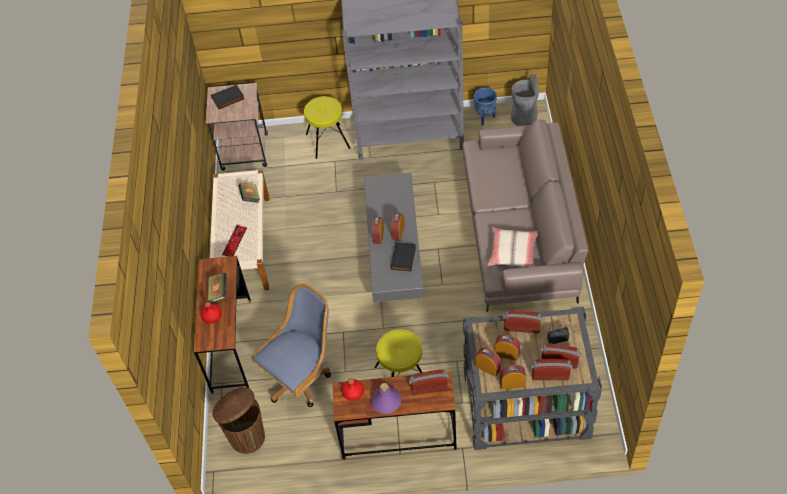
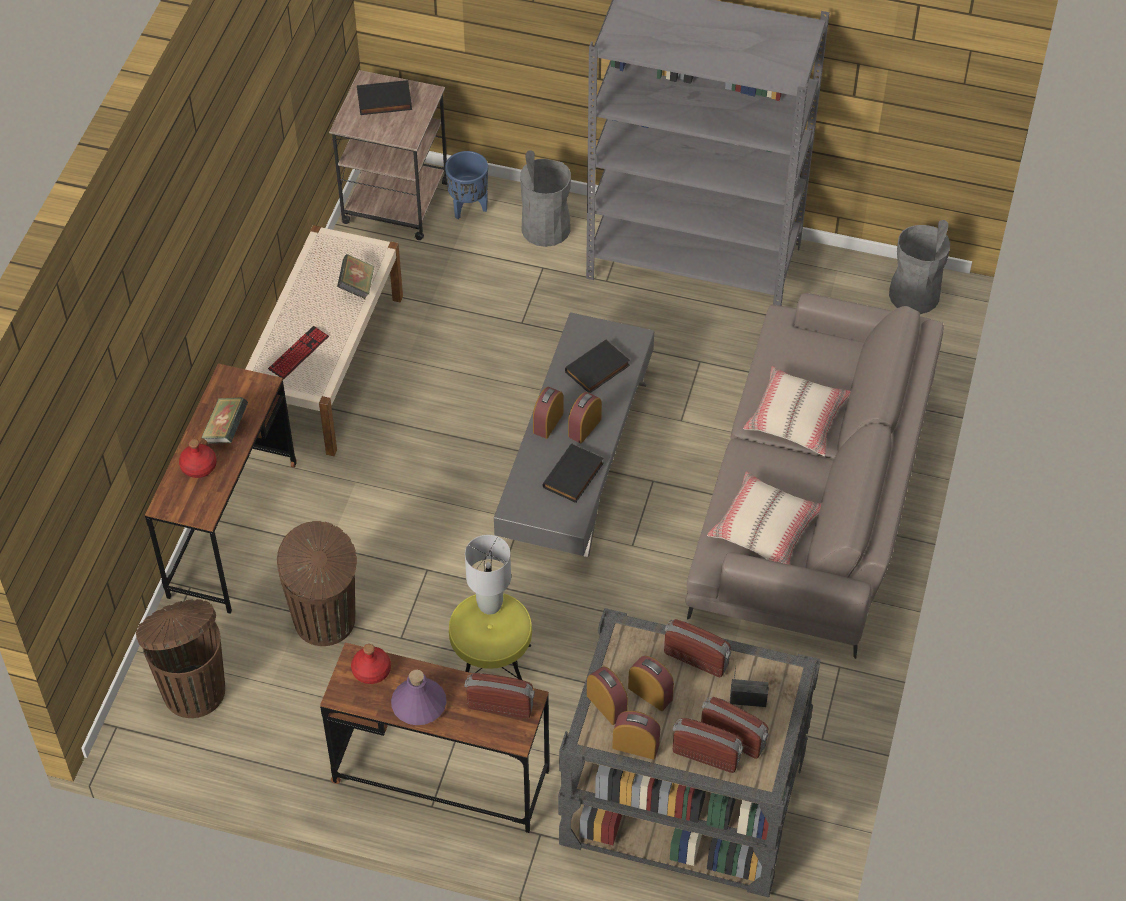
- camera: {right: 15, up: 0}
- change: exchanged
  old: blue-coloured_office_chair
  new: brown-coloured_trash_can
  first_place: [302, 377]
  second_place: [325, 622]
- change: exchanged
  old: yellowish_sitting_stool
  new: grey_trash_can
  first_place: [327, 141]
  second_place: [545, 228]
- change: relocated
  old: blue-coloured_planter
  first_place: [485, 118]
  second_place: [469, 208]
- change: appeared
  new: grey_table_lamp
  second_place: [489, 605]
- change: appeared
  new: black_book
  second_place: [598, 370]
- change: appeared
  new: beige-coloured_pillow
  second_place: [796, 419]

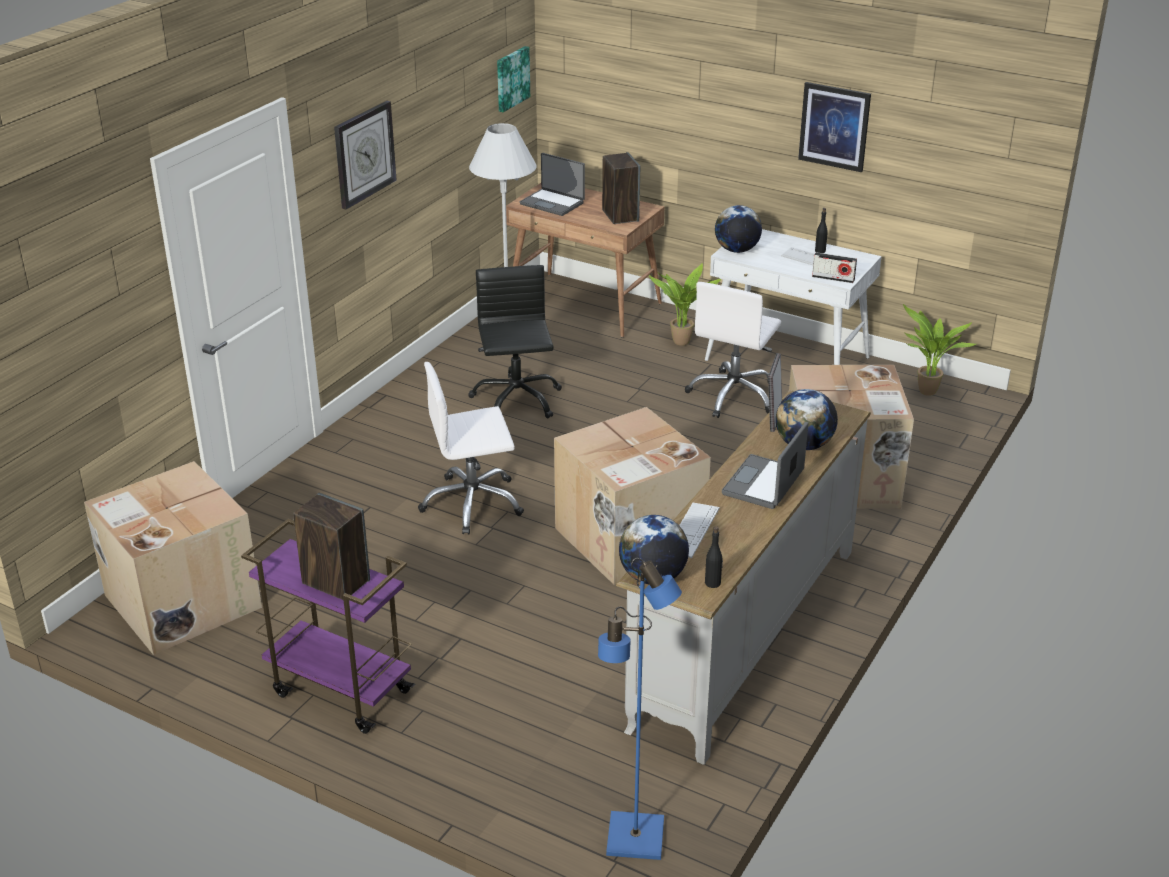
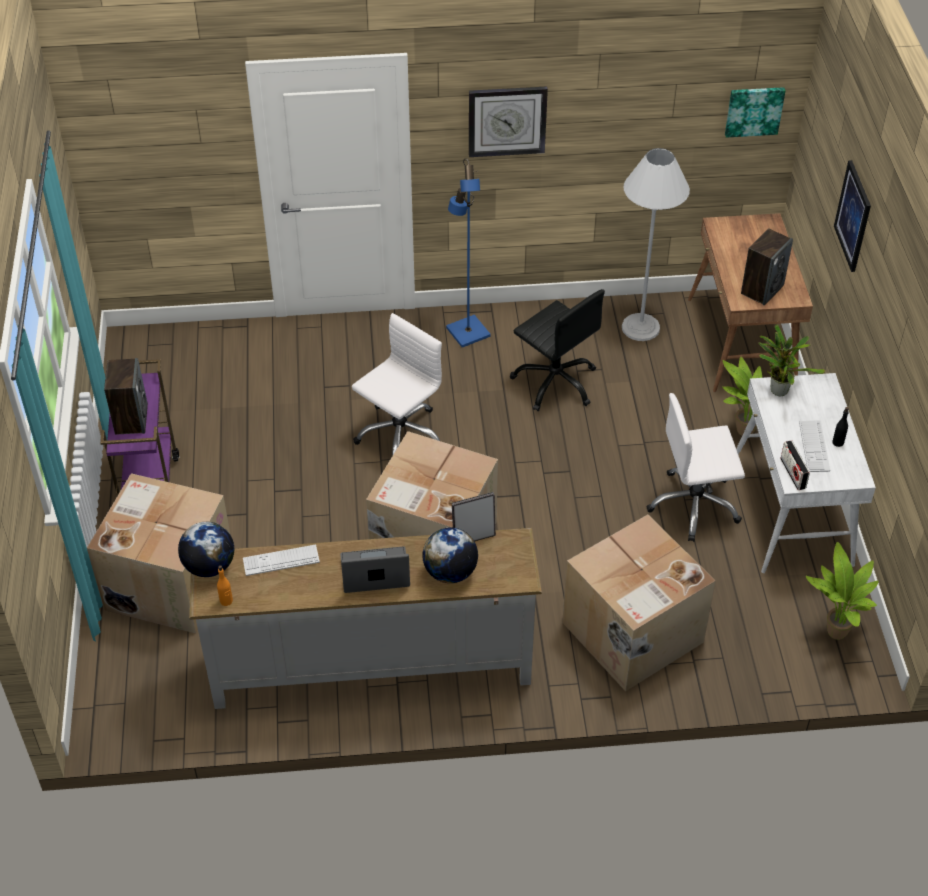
- camera: {right: 55, up: 15}
- change: relocated
  old: cardboard_box
  first_place: [180, 601]
  second_place: [169, 582]
- change: spun
  old: white_office_chair
  first_place: [472, 503]
  second_place: [399, 434]
  degrees: 90
- change: spun
  old: black_office_chair
  first_place: [516, 400]
  second_place: [555, 382]
  degrees: 90
- change: missing
  old: notebook_computer
  first_place: [553, 203]
- change: relocated
  old: blue-coloured_standard_lamp
  first_place: [635, 836]
  second_place: [468, 332]
- change: colour
  old: black_bottle
  new: orangey_bottle
  first_place: [713, 583]
  second_place: [226, 601]
- change: exchanged
  old: globe
  new: plant_in_a_pot
  first_place: [736, 250]
  second_place: [778, 389]
- change: relocated
  old: wall_art
  first_place: [834, 126]
  second_place: [853, 216]

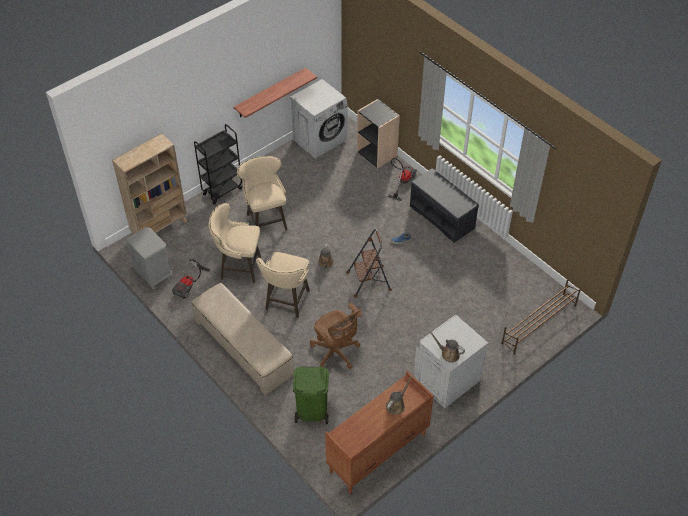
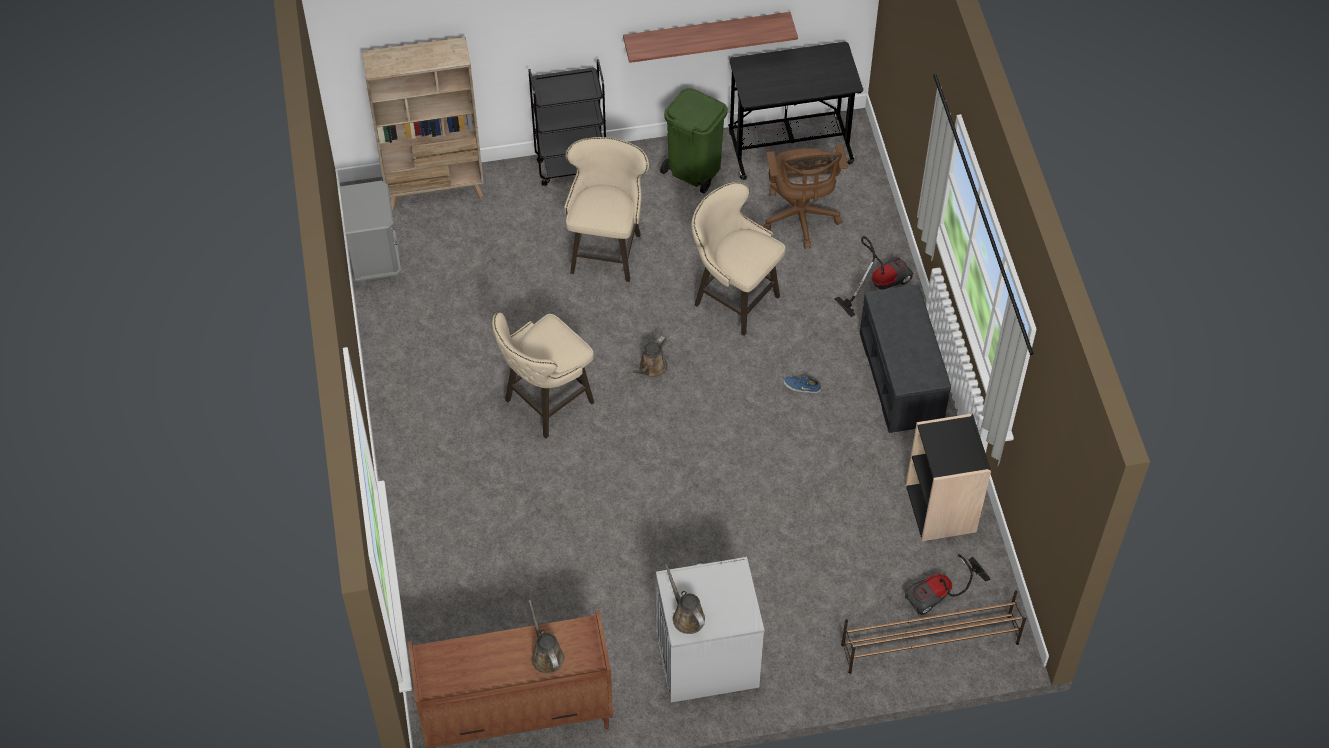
- camera: {right: 30, up: 5}
- change: relocated
  old: hoover
  first_place: [190, 286]
  second_place: [941, 594]
- change: missing
  old: beige-coloured_indoor_bench
  first_place: [243, 347]
- change: relocated
  old: beige-coloured_sitting_stool
  first_place: [238, 268]
  second_place: [733, 298]
- change: exchanged
  old: white_washing_machine
  new: black_desk_table
  first_place: [320, 140]
  second_place: [790, 147]
- change: relocated
  old: green_trash_can
  first_place: [312, 411]
  second_place: [693, 169]
- change: relocated
  old: brown-coloured_office_chair
  first_place: [336, 353]
  second_place: [800, 218]
- change: missing
  old: brown-coloured_step_stool
  first_place: [370, 280]
- change: relocated
  old: black_bookshelf
  first_place: [377, 153]
  second_place: [941, 509]
- change: spun
  old: brown-coloured_sprinkling_can
  first_place: [396, 405]
  second_place: [546, 655]
  degrees: -90

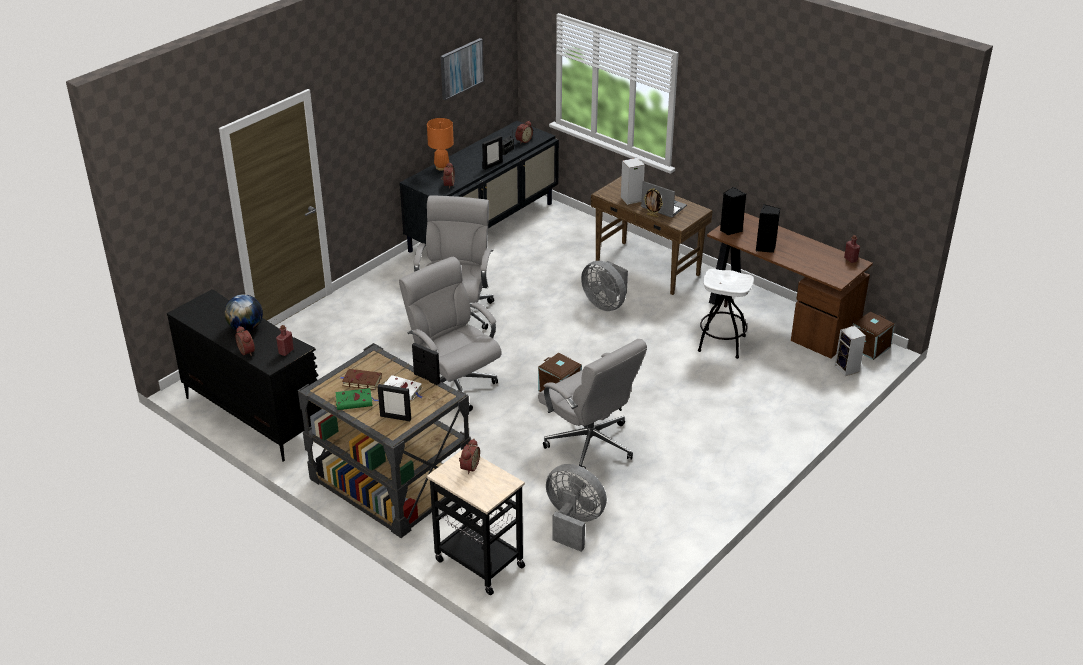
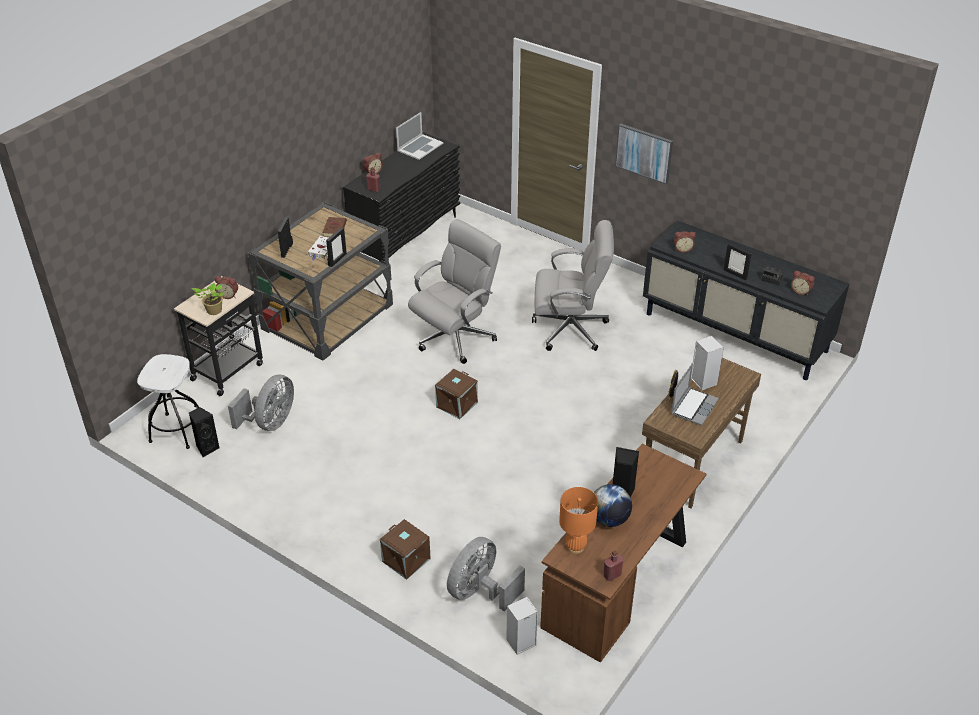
- camera: {right: 85, up: 5}
- change: relocated
  old: globe
  first_place: [246, 328]
  second_place: [609, 519]
- change: missing
  old: green_book
  first_place: [355, 401]
- change: relocated
  old: orangey_table_lamp
  first_place: [441, 167]
  second_place: [575, 546]
- change: relocated
  old: wall_art
  first_place: [461, 68]
  second_place: [644, 153]
- change: missing
  old: grey_office_chair
  first_place: [590, 443]
- change: relocated
  old: grey_cooling_fan
  first_place: [605, 304]
  second_place: [480, 592]
- change: relocated
  old: white_sitting_stool
  first_place: [721, 343]
  second_place: [177, 430]
- change: relocated
  old: black_speaker
  first_place: [730, 230]
  second_place: [207, 448]
- change: relocated
  old: brown-coloured_storage_container
  first_place: [870, 348]
  second_place: [405, 560]
- change: appeared
  new: plant_in_a_pot
  second_place: [213, 311]
- change: appeared
  new: notebook_computer
  second_place: [420, 147]

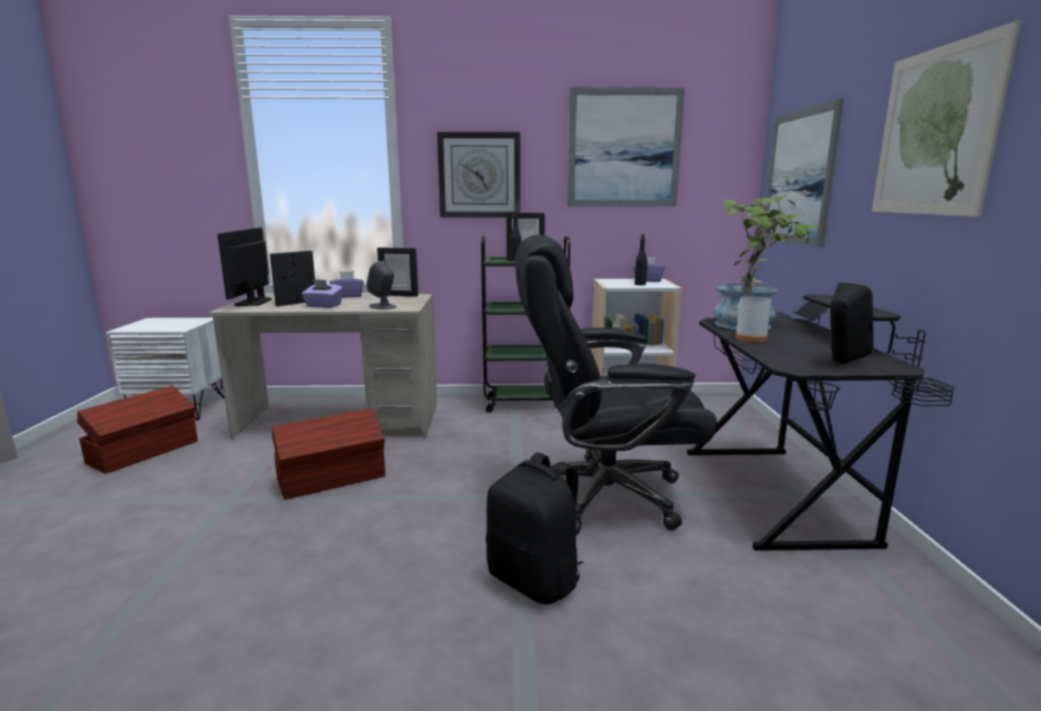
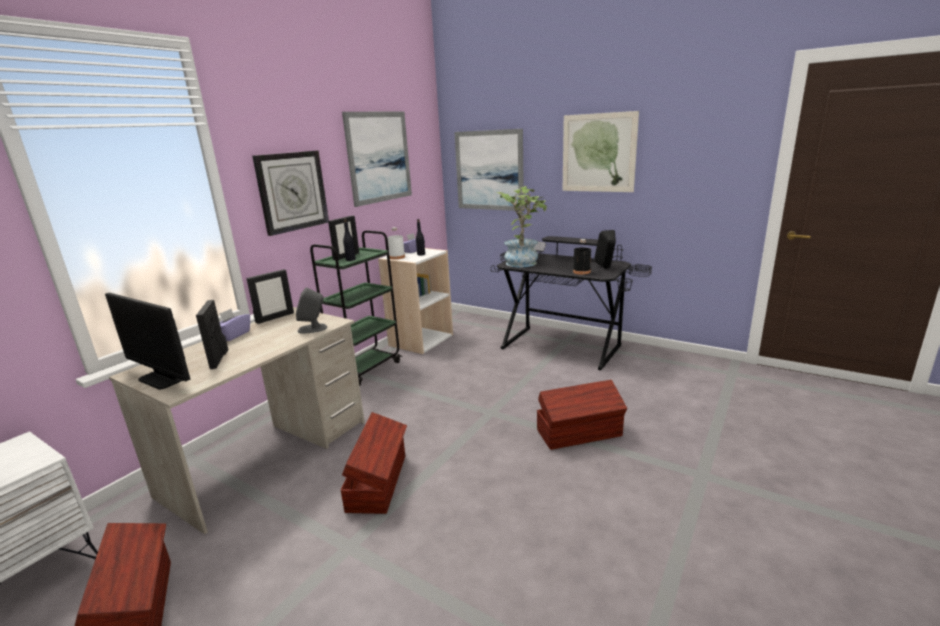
- camera: {right: -55, up: 5}
- change: missing
  old: purple_box_of_tissues
  first_place: [323, 306]
- change: exchanged
  old: black_backpack
  new: brown-coloured_storage_container
  first_place: [535, 580]
  second_place: [580, 433]
- change: missing
  old: black_office_chair
  first_place: [605, 495]
- change: relocated
  old: white_bottle
  first_place: [751, 338]
  second_place: [397, 257]
- change: appeared
  new: black_bottle
  second_place: [581, 272]

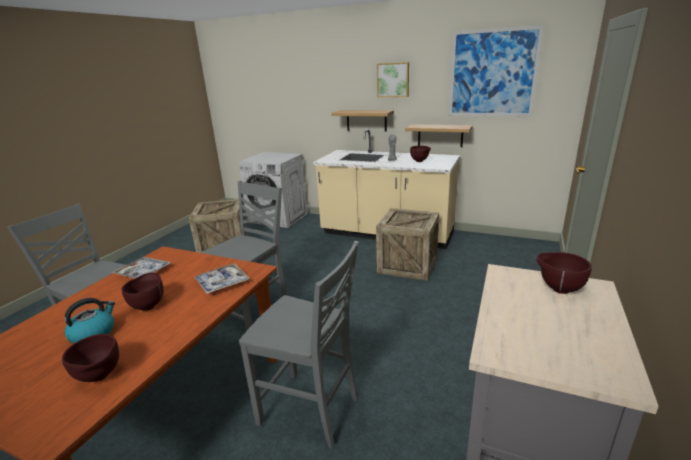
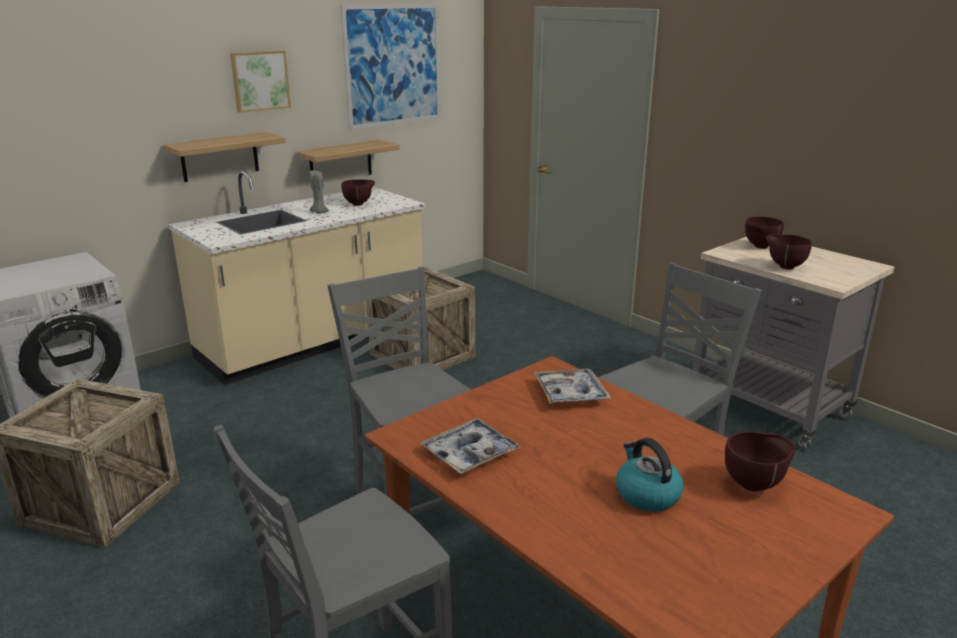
- camera: {right: -65, up: 0}
- change: relocated
  old: brown-coloured_bowl
  first_place: [149, 306]
  second_place: [784, 267]

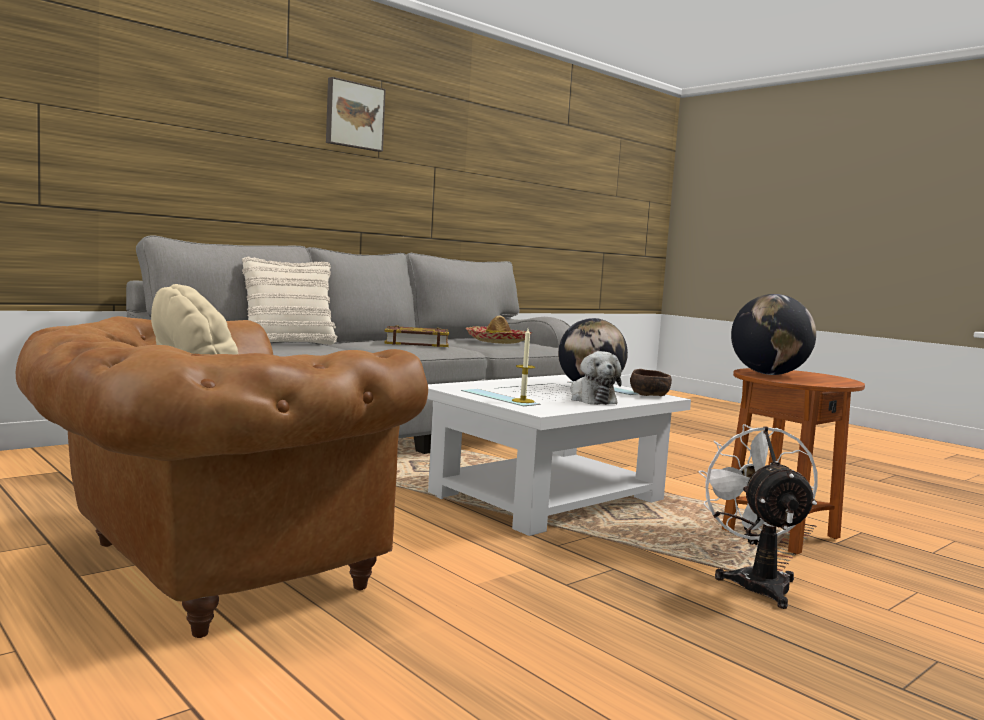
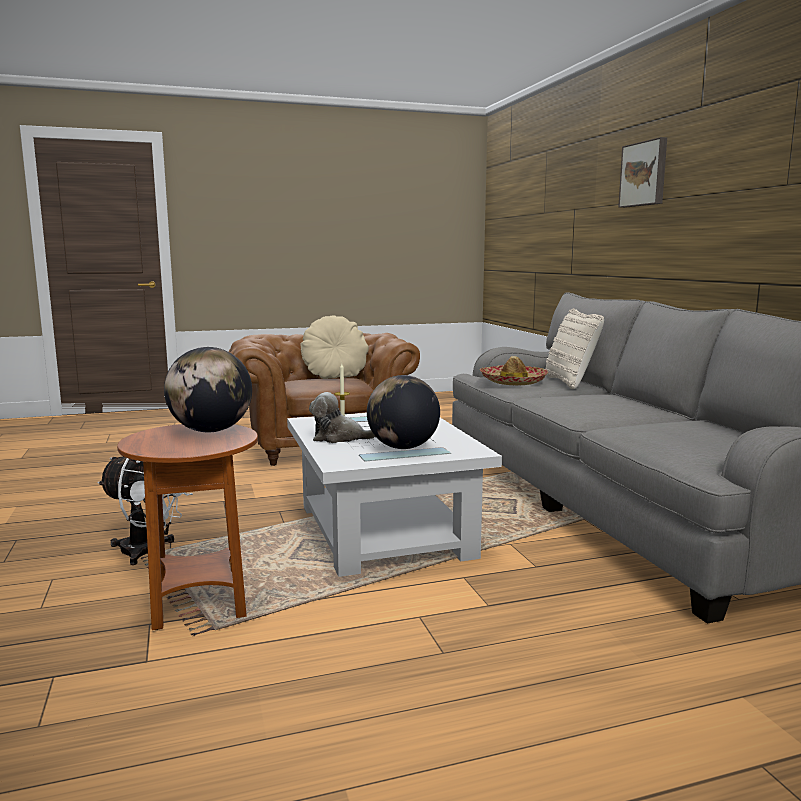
- camera: {right: 115, up: 5}
- change: relocated
  old: wall_art
  first_place: [354, 115]
  second_place: [644, 174]
- change: missing
  old: book
  first_place: [416, 342]
- change: relocated
  old: wearable_hat
  first_place: [498, 341]
  second_place: [512, 382]
- change: missing
  old: brown-coloured_bowl
  first_place: [650, 395]

